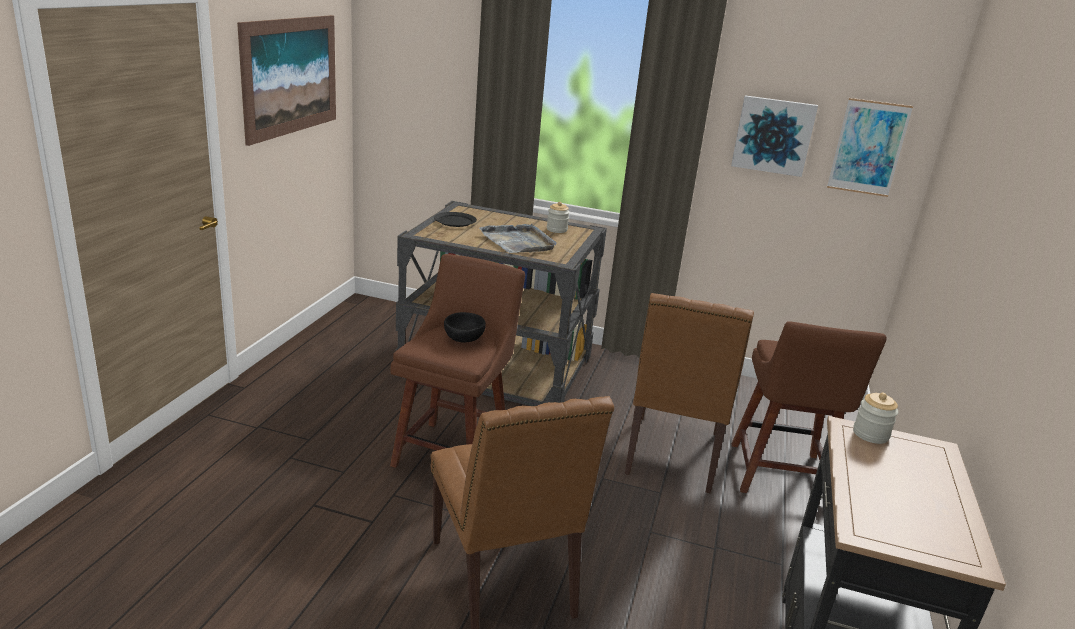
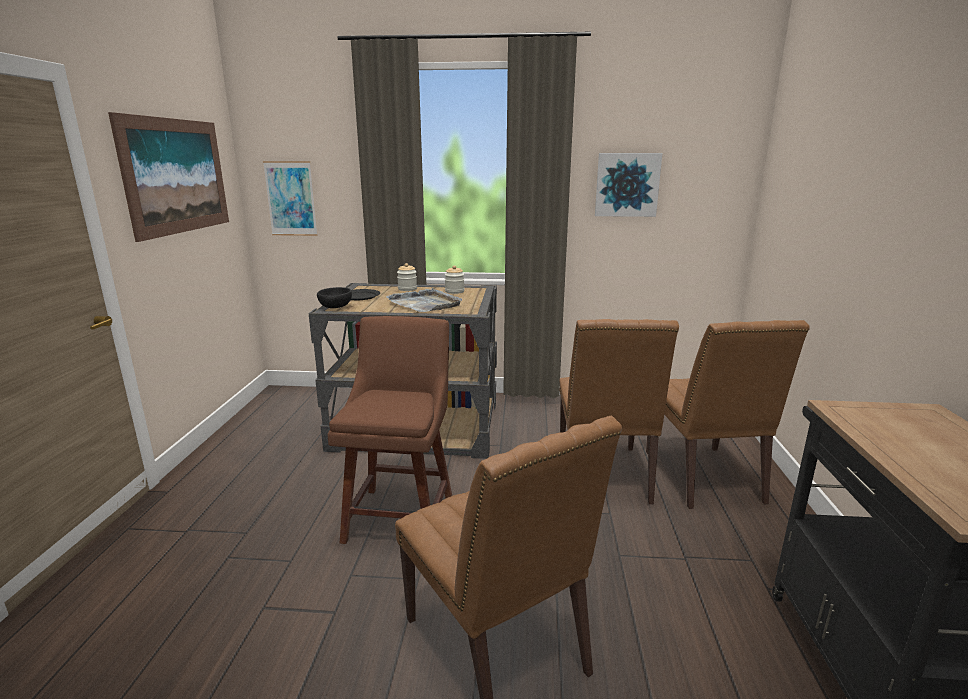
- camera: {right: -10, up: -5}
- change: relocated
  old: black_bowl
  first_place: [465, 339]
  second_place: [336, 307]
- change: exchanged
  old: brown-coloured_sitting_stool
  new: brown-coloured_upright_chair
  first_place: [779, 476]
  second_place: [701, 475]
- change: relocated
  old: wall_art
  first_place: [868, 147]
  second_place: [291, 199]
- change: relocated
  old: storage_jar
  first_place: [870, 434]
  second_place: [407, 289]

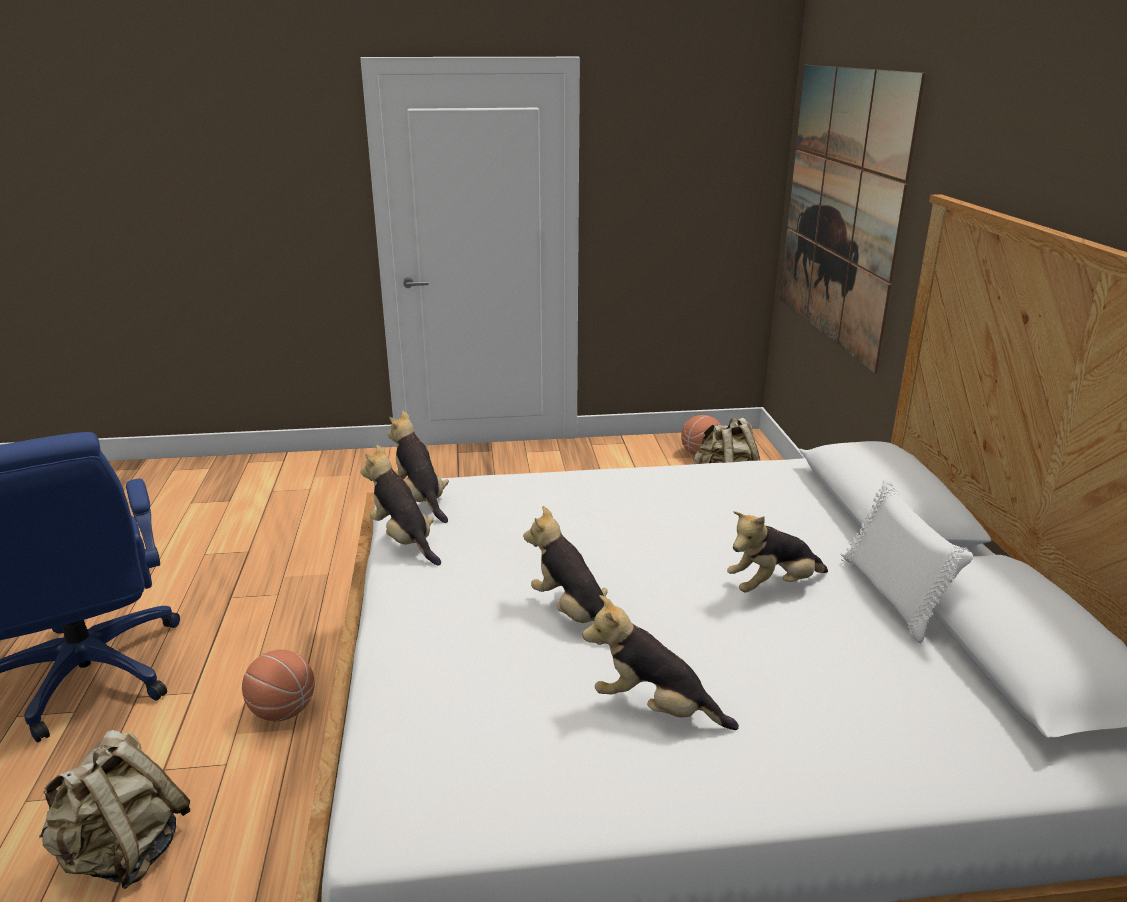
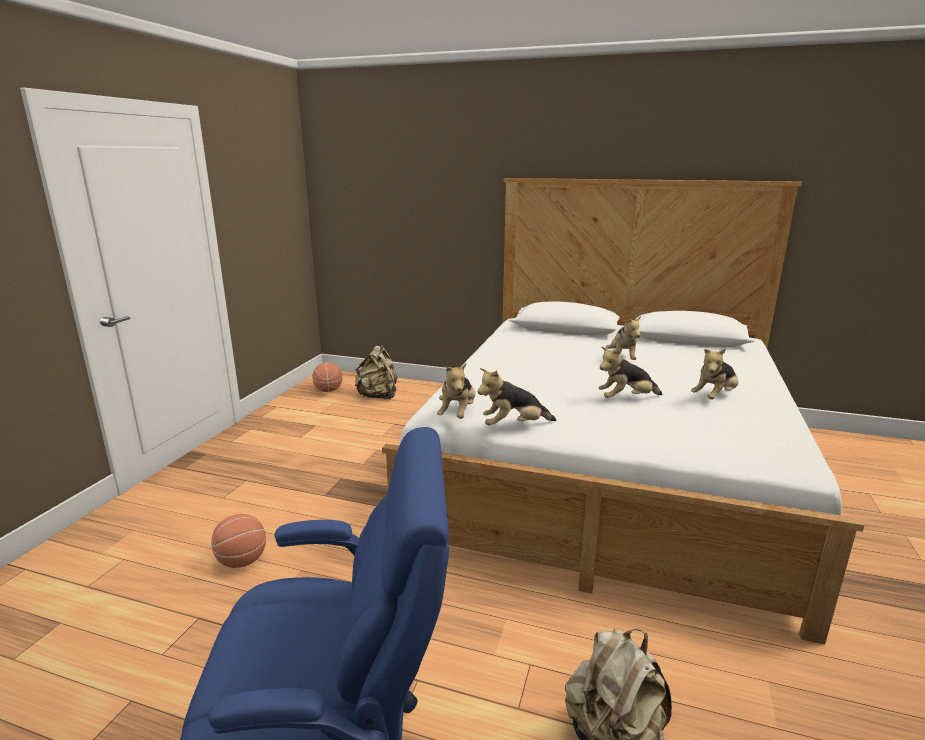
- camera: {right: -65, up: -5}
- change: relocated
  old: basketball
  first_place: [283, 711]
  second_place: [242, 561]
- change: spun
  old: plush_toy
  first_place: [421, 499]
  second_place: [457, 413]
  degrees: -75
- change: missing
  old: wall_art
  first_place: [841, 208]
- change: missing
  old: white_pillow
  first_place: [893, 597]

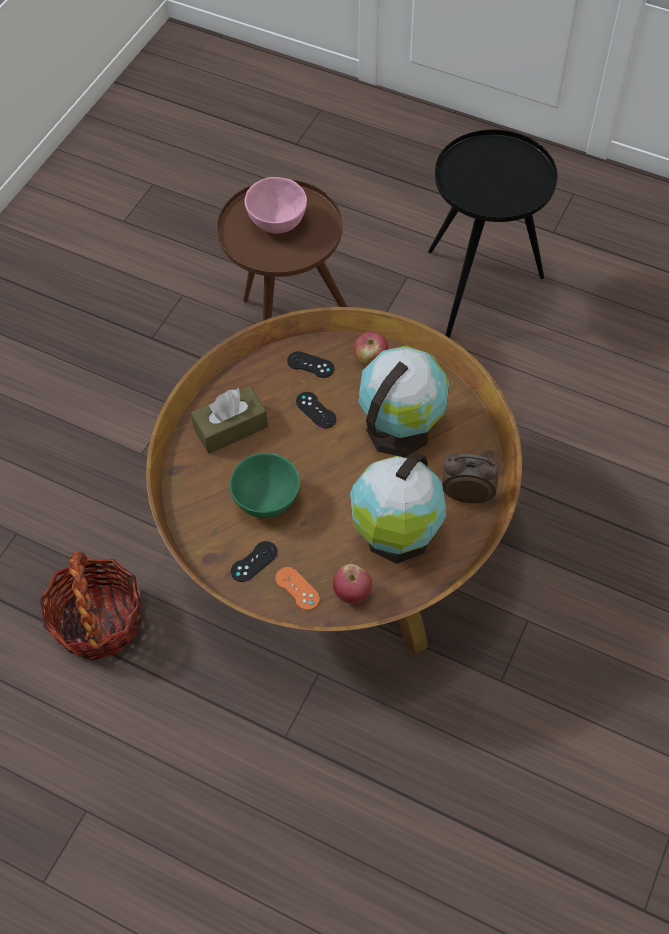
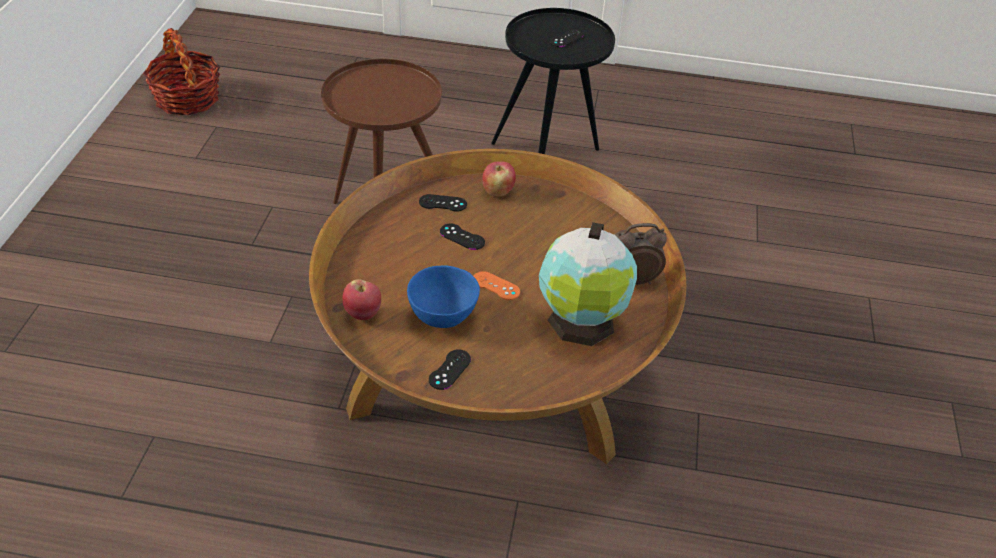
- camera: {right: -20, up: -15}
- change: relocated
  old: household_basket
  first_place: [98, 621]
  second_place: [187, 99]
- change: missing
  old: brown-coloured_box_of_tissues
  first_place: [230, 428]
- change: colour
  old: green_bowl
  new: blue-coloured_bowl
  first_place: [268, 501]
  second_place: [444, 316]
- change: missing
  old: pink_bowl
  first_place: [277, 222]
- change: relocated
  old: orangey_game_controller
  first_place: [297, 588]
  second_place: [496, 286]
- change: relocated
  old: whole_apple
  first_place: [352, 593]
  second_place: [363, 314]
- change: missing
  old: globe
  first_place: [400, 427]
- change: appeared
  new: black_game_controller
  second_place: [566, 38]

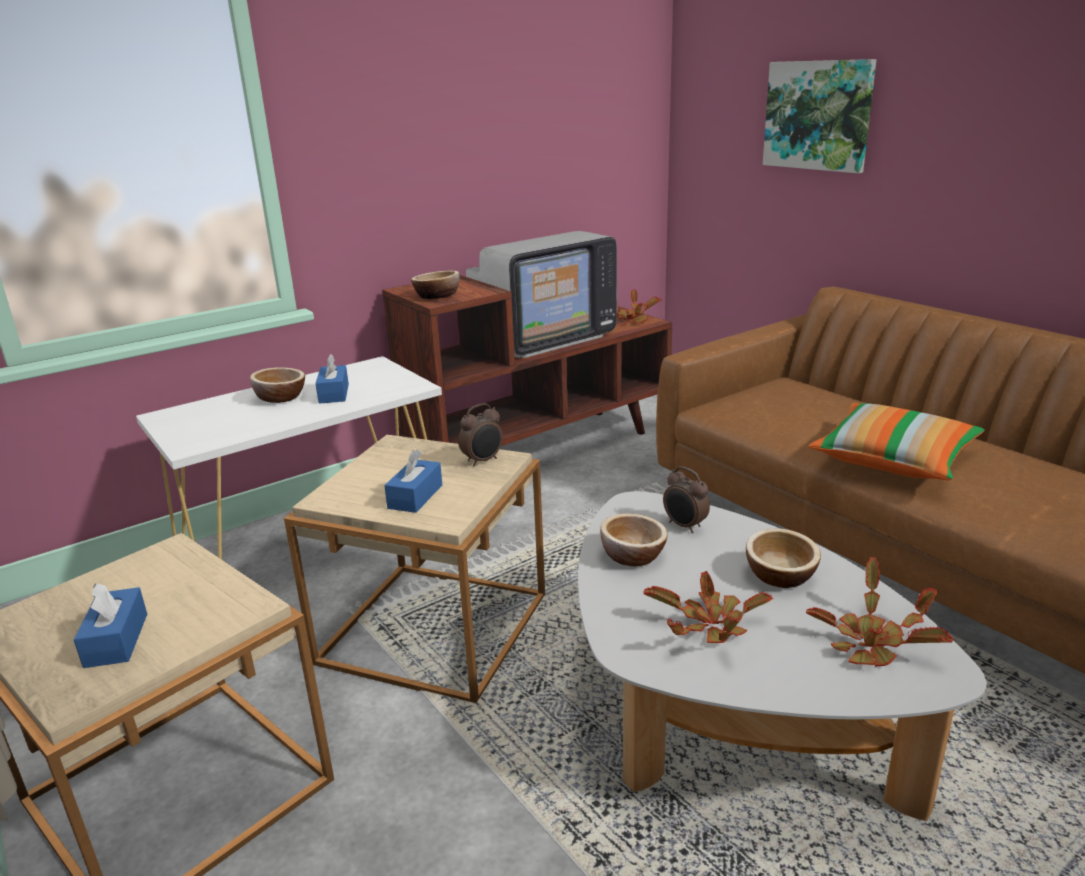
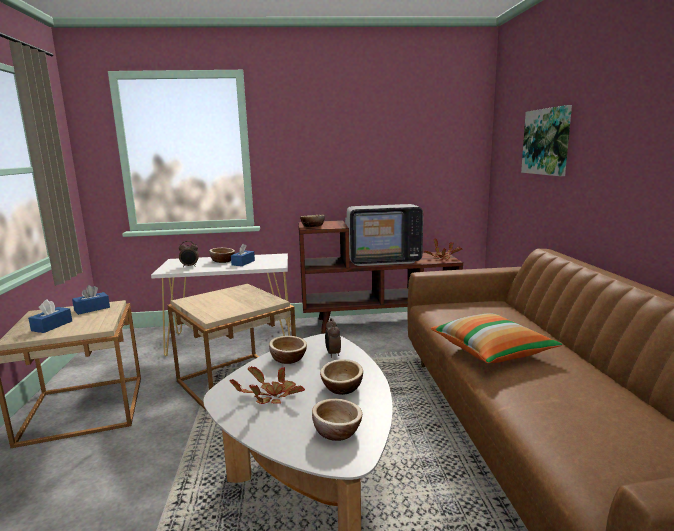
- camera: {right: 30, up: -10}
- change: relocated
  old: blue-coloured_box_of_tissues
  first_place: [415, 496]
  second_place: [92, 309]
- change: relocated
  old: alarm_clock
  first_place: [483, 461]
  second_place: [190, 266]
- change: exchanged
  old: plant_in_a_pot
  new: bowl
  first_place: [873, 642]
  second_place: [337, 431]

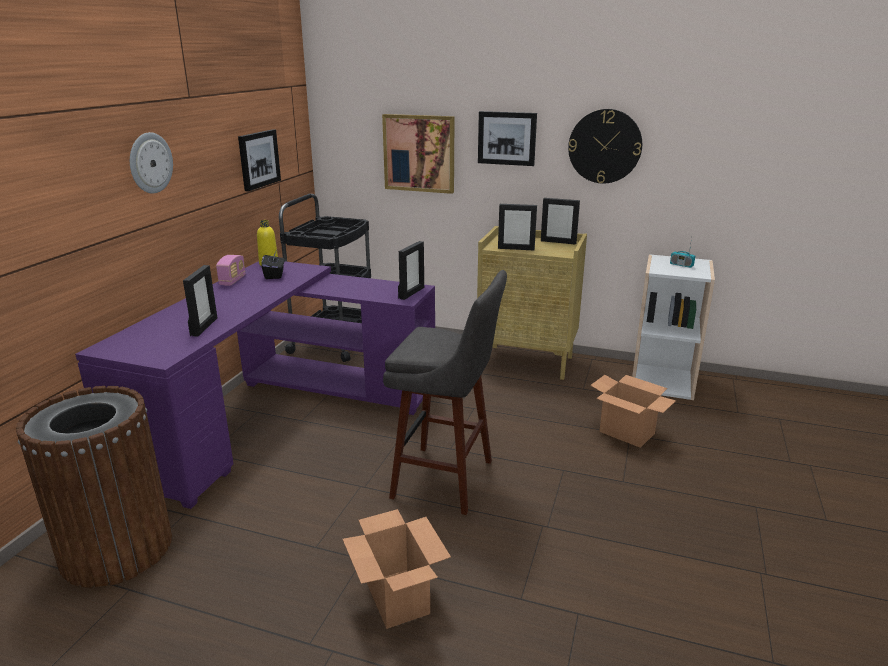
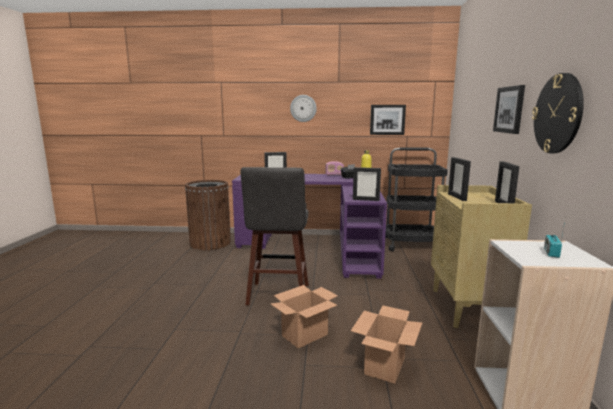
- camera: {right: 75, up: -10}
- change: relocated
  old: cardboard_box
  first_place: [396, 598]
  second_place: [305, 335]
- change: missing
  old: wall_art
  first_place: [419, 153]

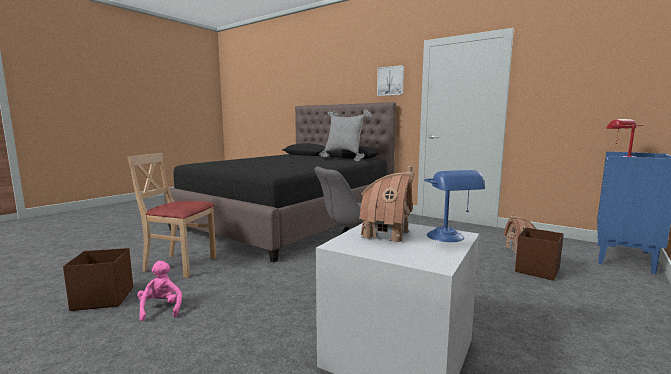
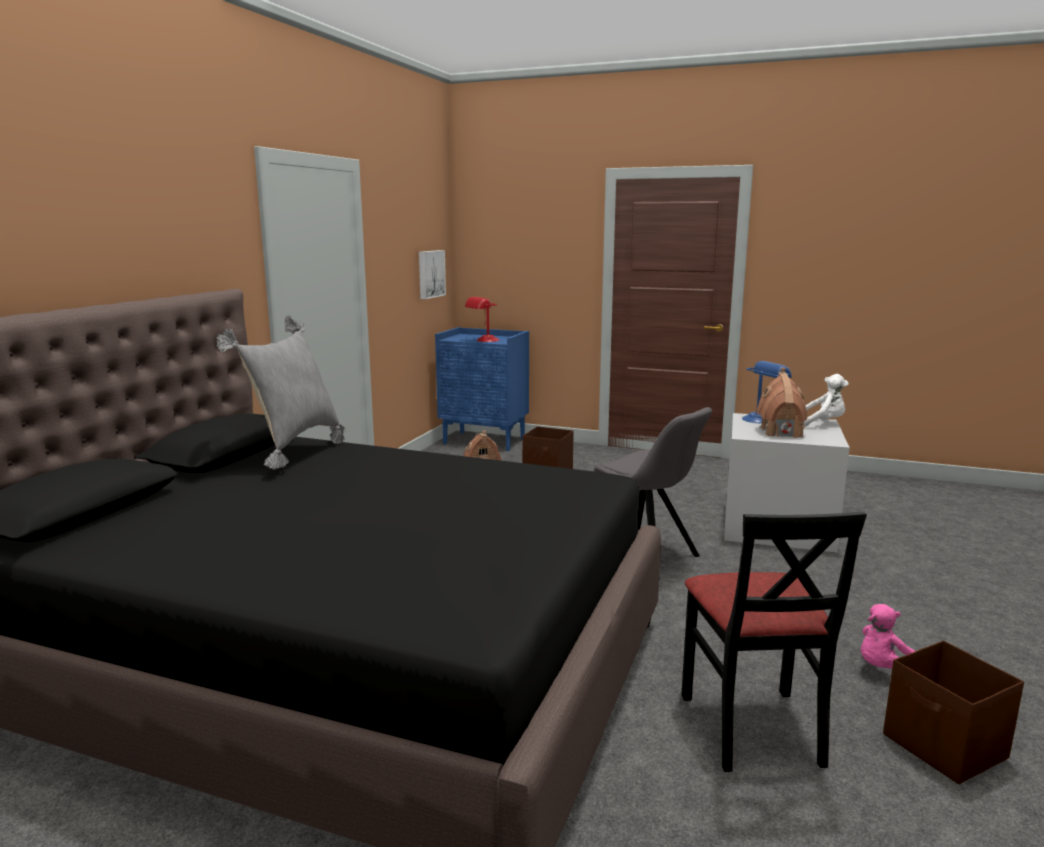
- camera: {right: -105, up: 5}
- change: colour
  old: beige-coloured_upright_chair
  new: black_upright_chair
  first_place: [180, 264]
  second_place: [753, 727]
- change: relocated
  old: wall_art
  first_place: [390, 81]
  second_place: [430, 274]
- change: appeared
  new: white_plush_toy
  second_place: [822, 423]

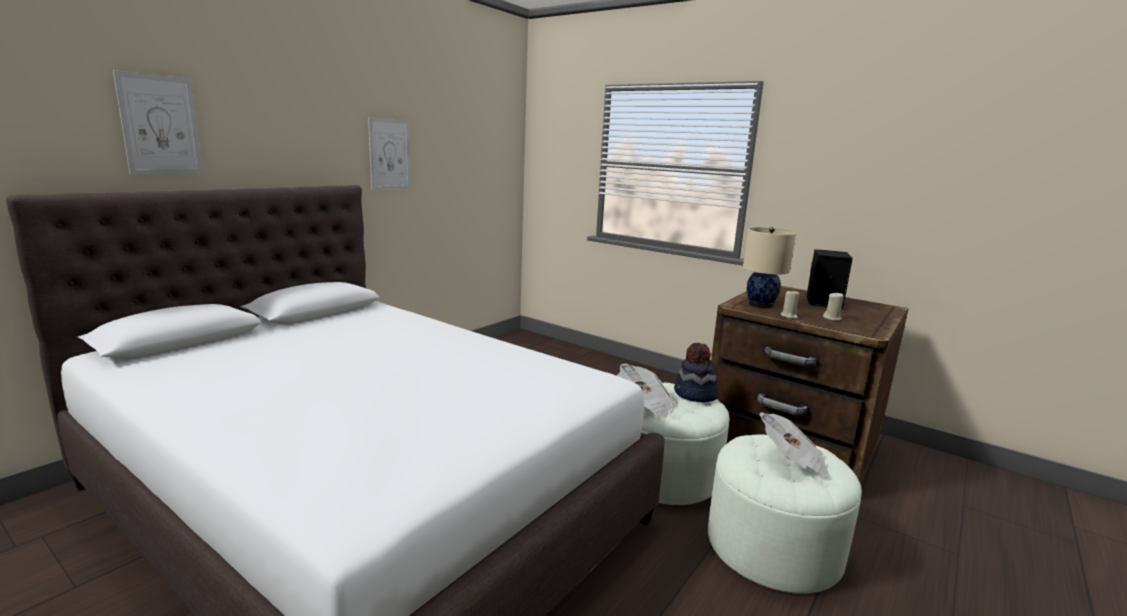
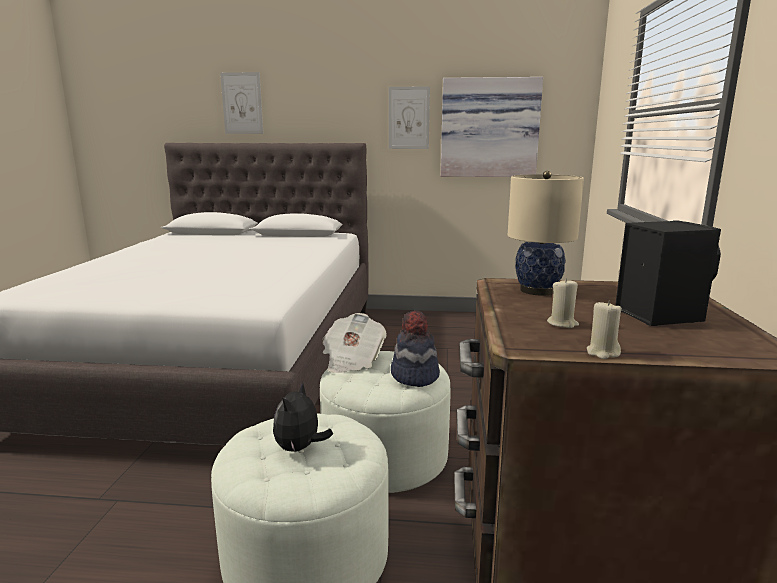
- camera: {right: 60, up: 0}
- change: exchanged
  old: daily_paper
  new: plush_toy
  first_place: [792, 461]
  second_place: [300, 448]
- change: relocated
  old: beige-coloured_candle
  first_place: [789, 316]
  second_place: [602, 353]
- change: appeared
  new: wall_art
  second_place: [489, 128]

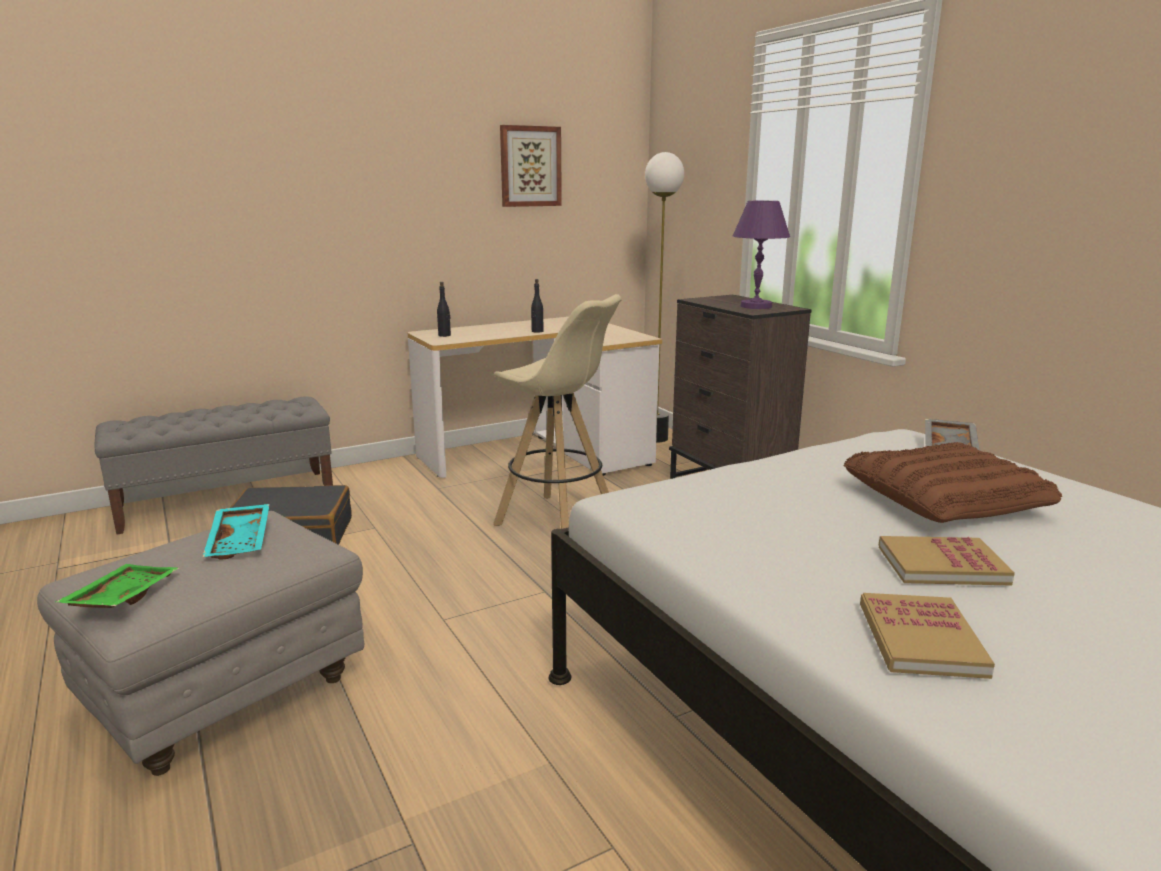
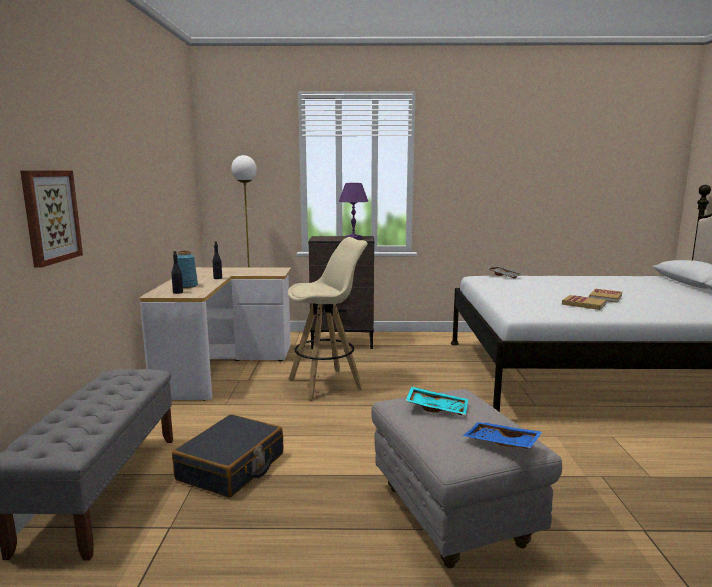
- camera: {right: -60, up: -5}
- change: colour
  old: green_carrying_tray
  new: blue-coloured_carrying_tray
  first_place: [121, 597]
  second_place: [501, 444]
- change: relocated
  old: wall_art
  first_place: [530, 166]
  second_place: [50, 216]
- change: missing
  old: brown-coloured_pillow
  first_place: [944, 500]
- change: relocated
  old: book
  first_place: [920, 639]
  second_place: [583, 304]
- change: appeared
  new: blue-coloured_vase
  second_place: [186, 286]

